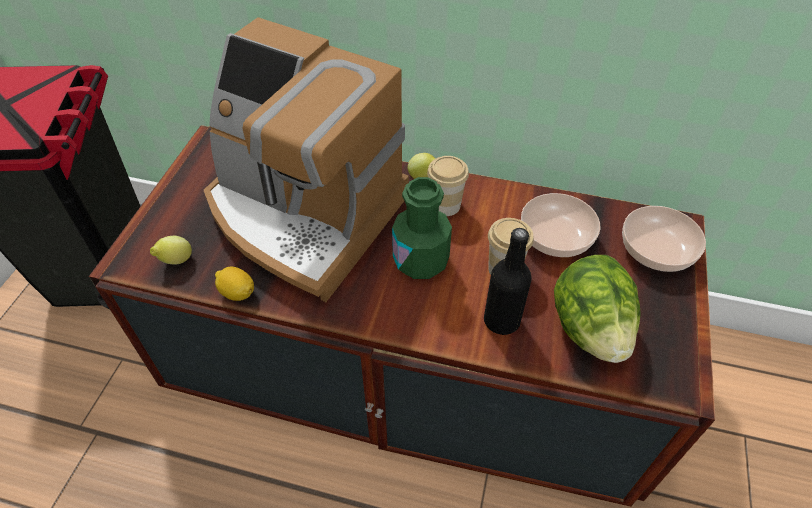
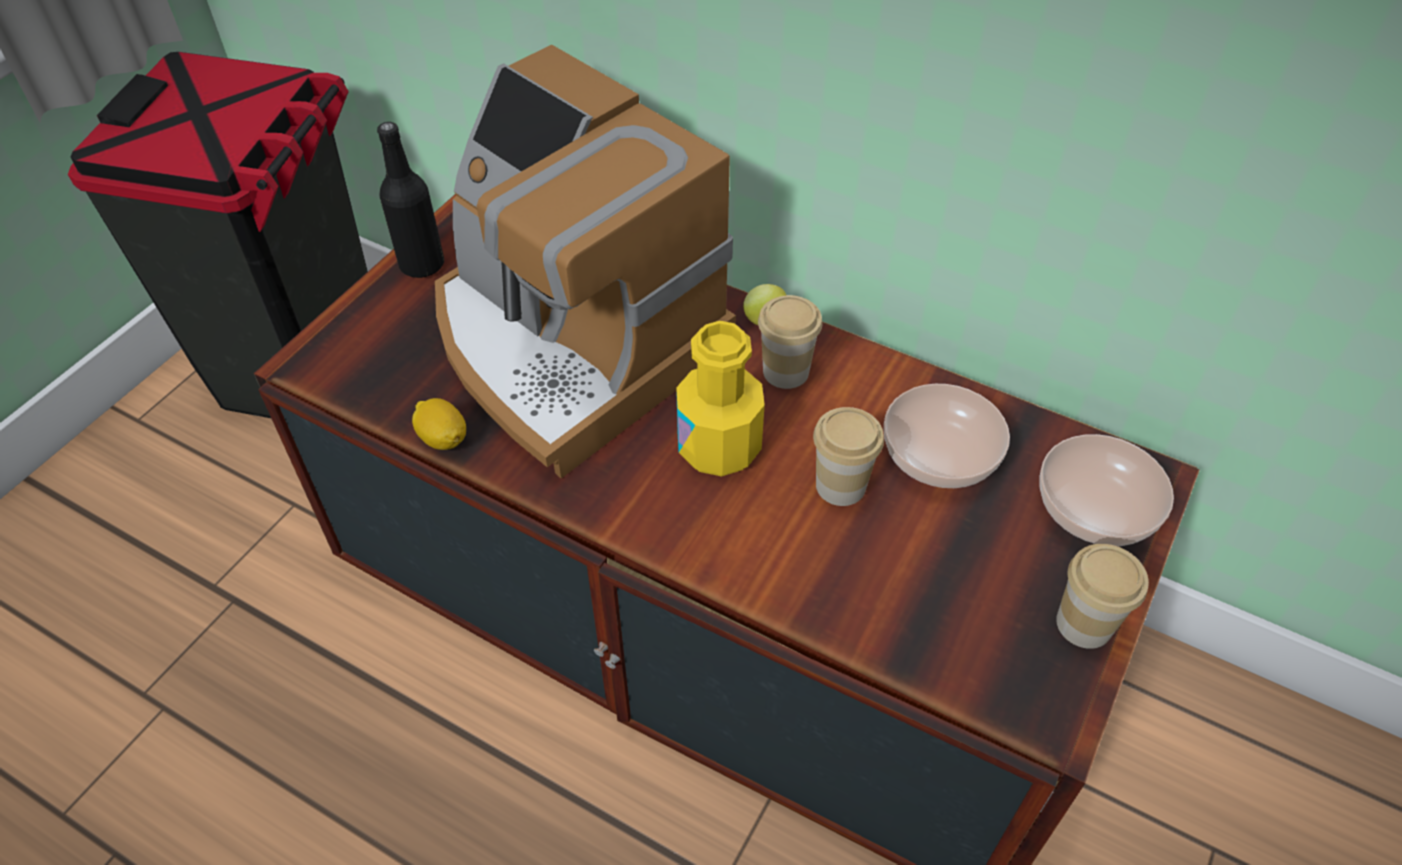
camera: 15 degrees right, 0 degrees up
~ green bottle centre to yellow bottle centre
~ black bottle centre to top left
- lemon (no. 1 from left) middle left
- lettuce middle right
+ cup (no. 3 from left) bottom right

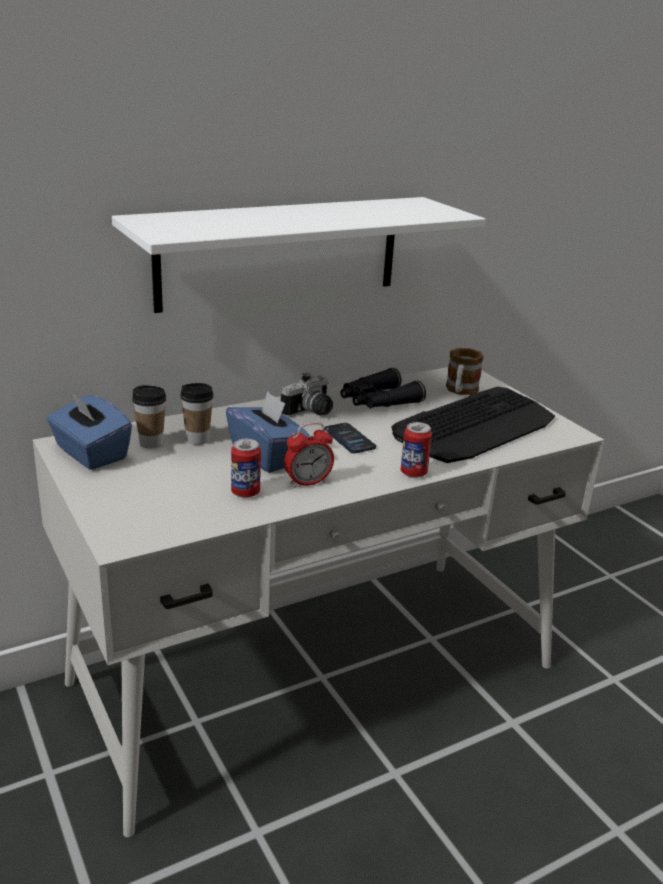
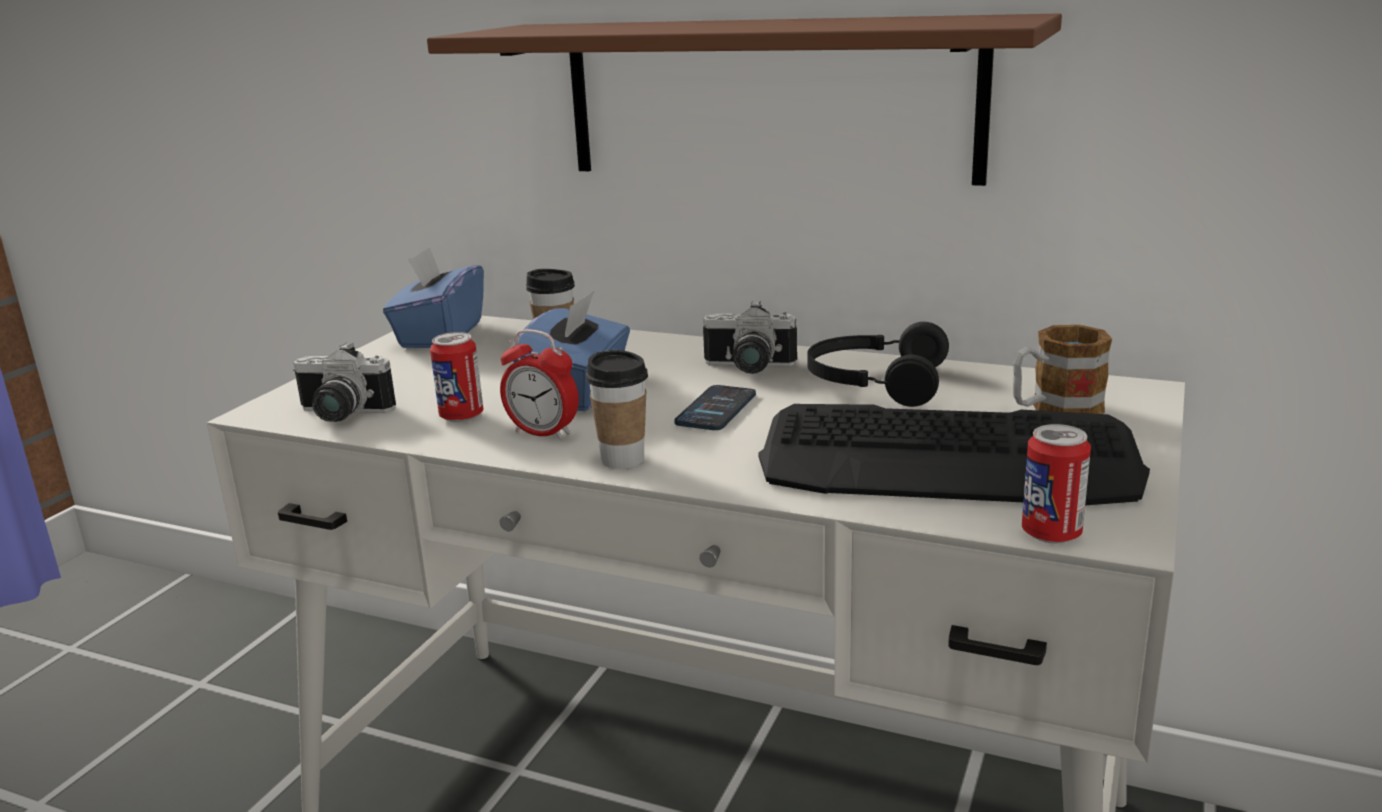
camera: 55 degrees right, 5 degrees down
~ white shelf top centre to brown shelf top centre
~ black binoculars centre to black headphones centre
~ cup (no. 1 from left in the first image) middle left to cup (no. 2 from left) centre
~ can (no. 2 from left) centre to middle right
+ photo camera (no. 1 from left) middle left

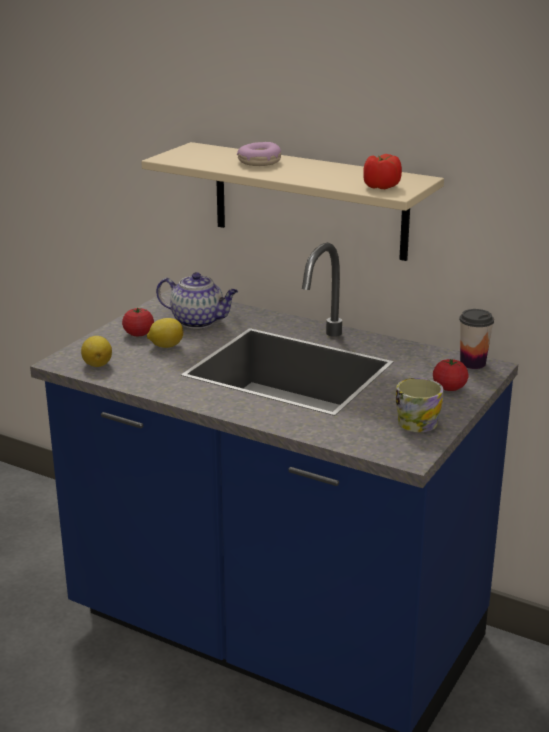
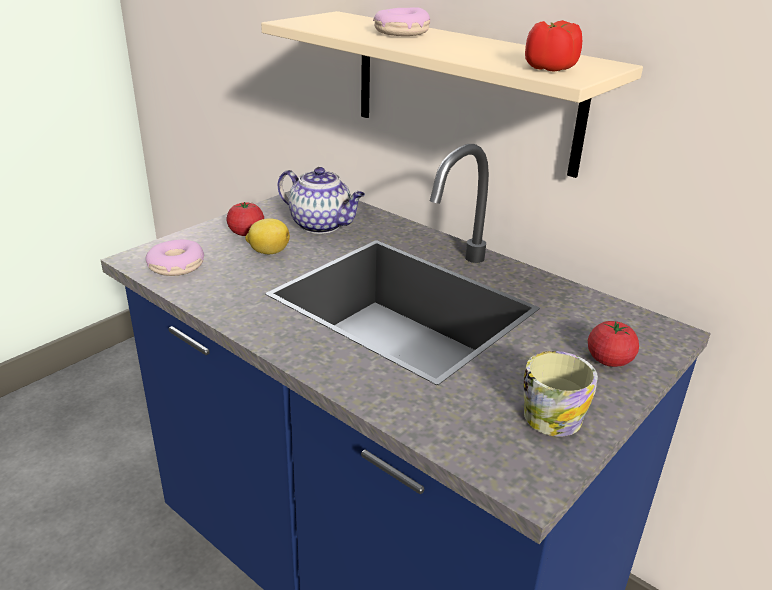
camera: 10 degrees right, 5 degrees up
- cup middle right
~ lemon (no. 1 from left) middle left to donut (no. 1 from left) middle left

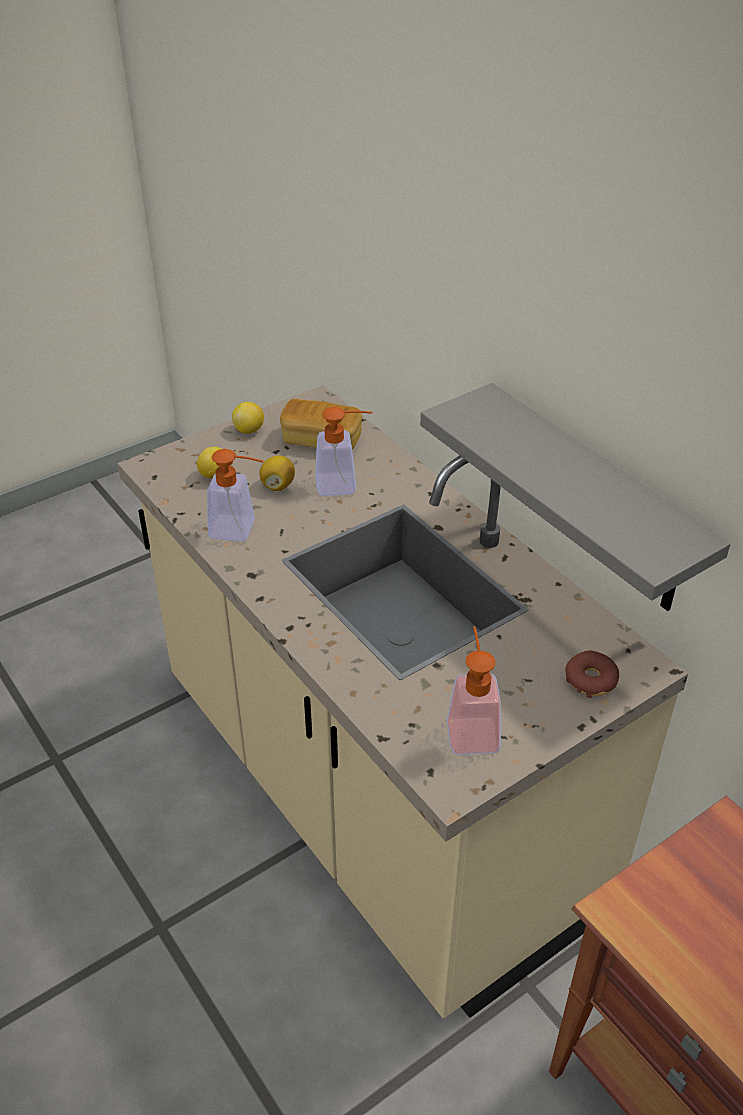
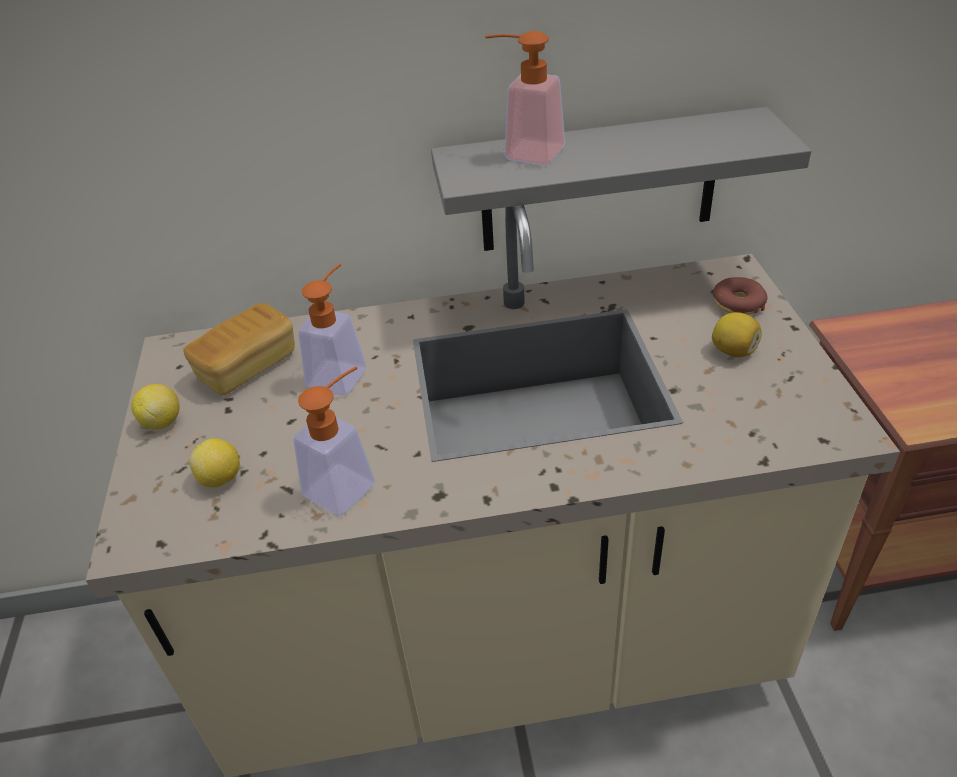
camera: 60 degrees left, 0 degrees up
~ lemon (no. 3 from left) centre to middle right
~ soap dispenser (no. 3 from left) centre to top centre

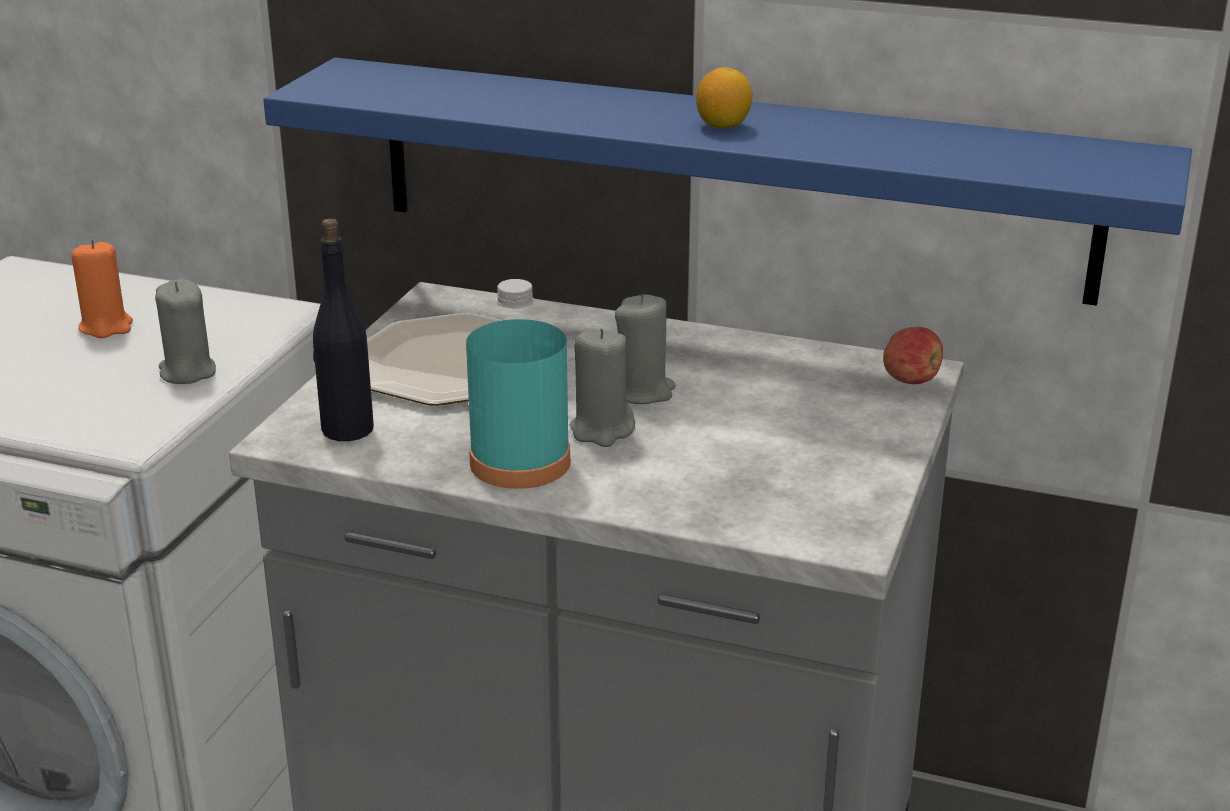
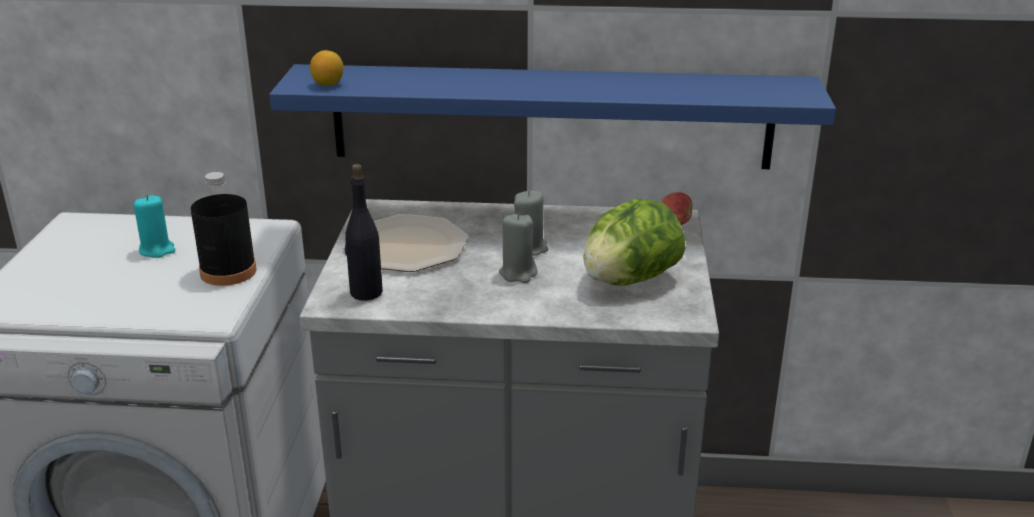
camera: 15 degrees left, 0 degrees up
~ lemon top centre to top left
~ orange candle middle left to turquoise candle middle left
~ grey candle (no. 1 from left) middle left to black bottle (no. 1 from left) middle left
- turquoise bottle centre
+ lettuce centre

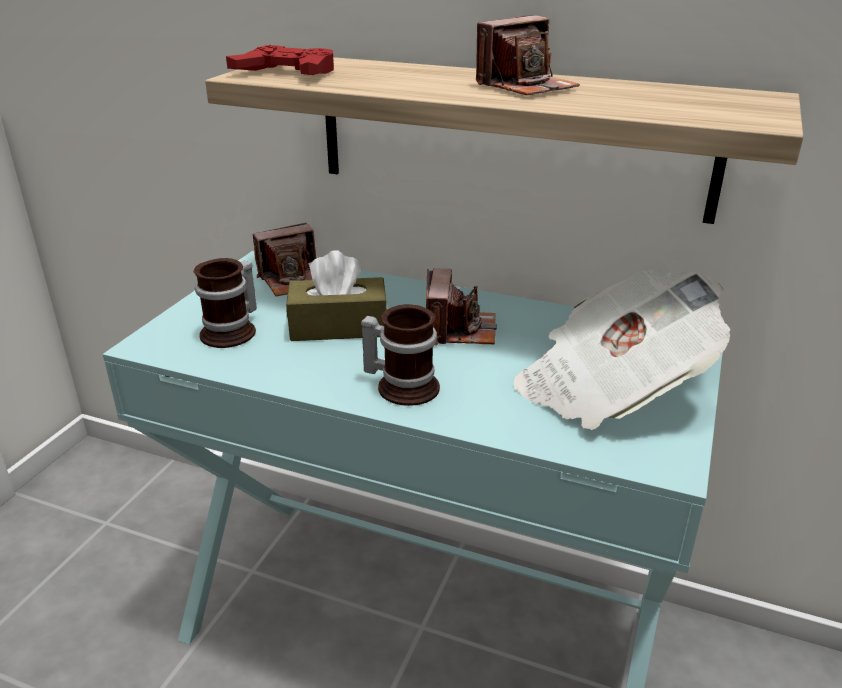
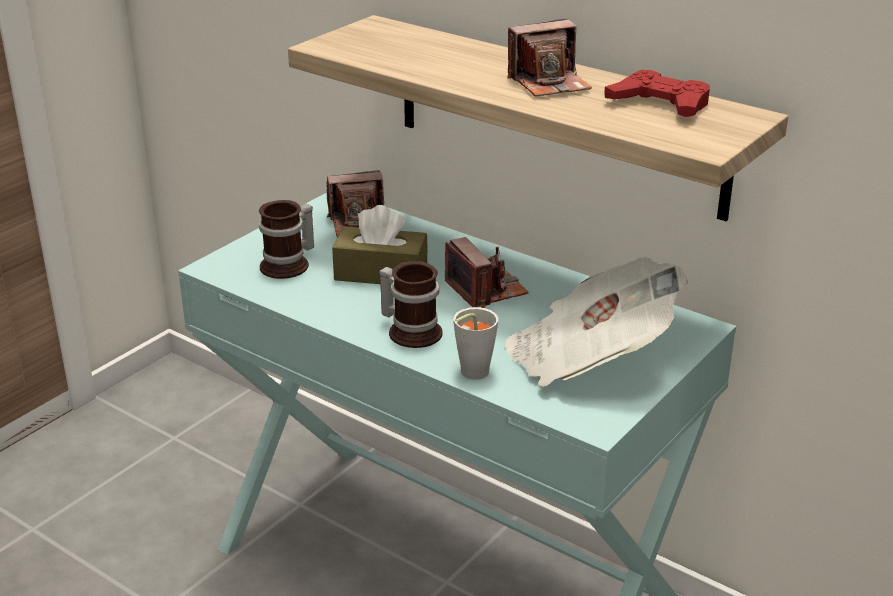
camera: 15 degrees right, 0 degrees up
~ red game controller top left to top right
~ photo camera (no. 2 from left) centre = centre 45 degrees counterclockwise
+ grey cup centre

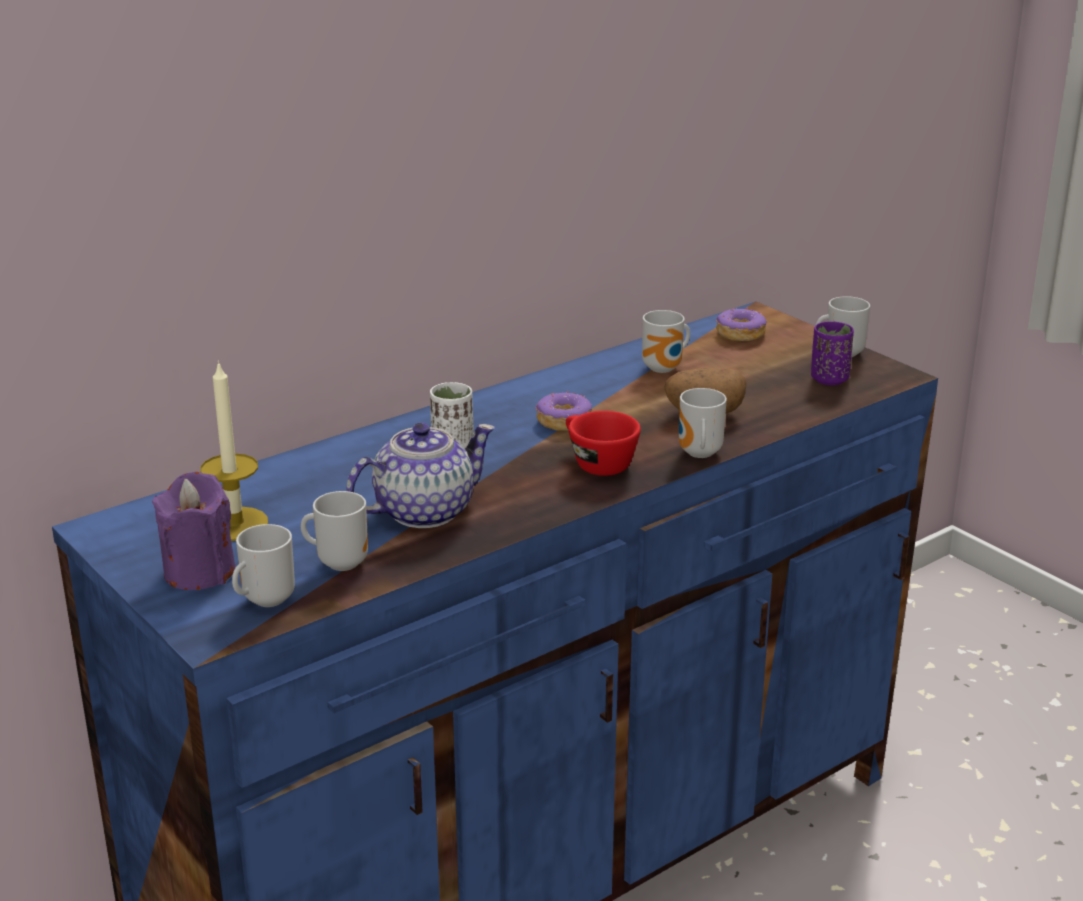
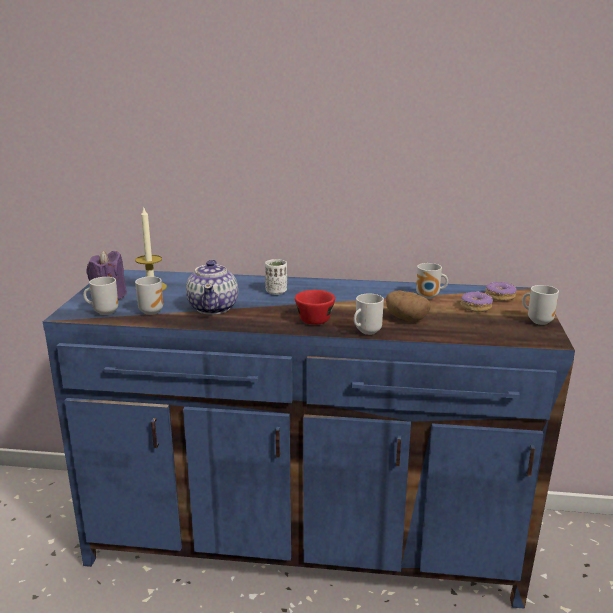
camera: 45 degrees right, 5 degrees down
- purple cup middle right
~ donut (no. 1 from left) centre to middle right
~ teapot centre = centre 75 degrees clockwise

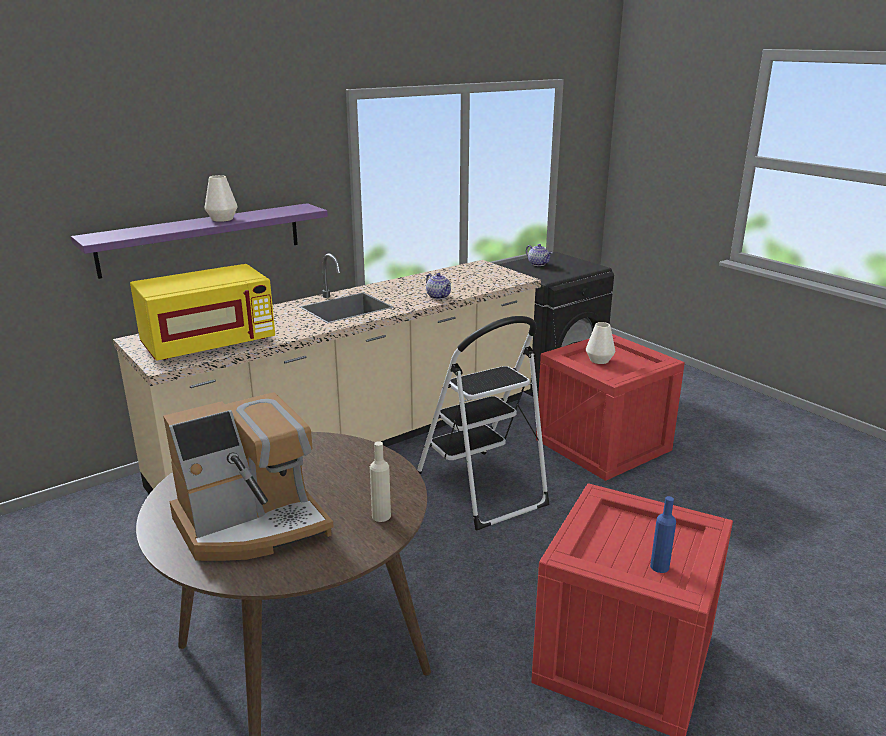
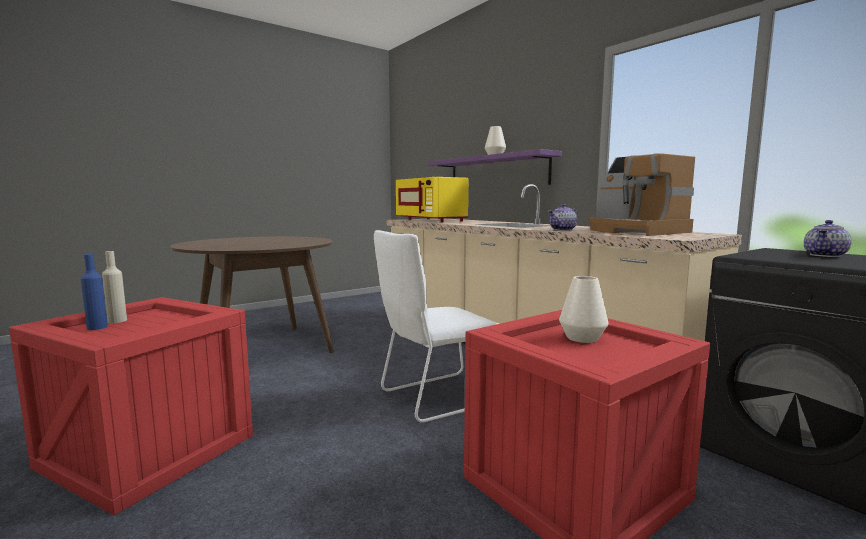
camera: 90 degrees right, 15 degrees down
~ step ladder centre to white chair centre
~ coffee machine middle left to middle right
~ beige bottle centre to middle left

